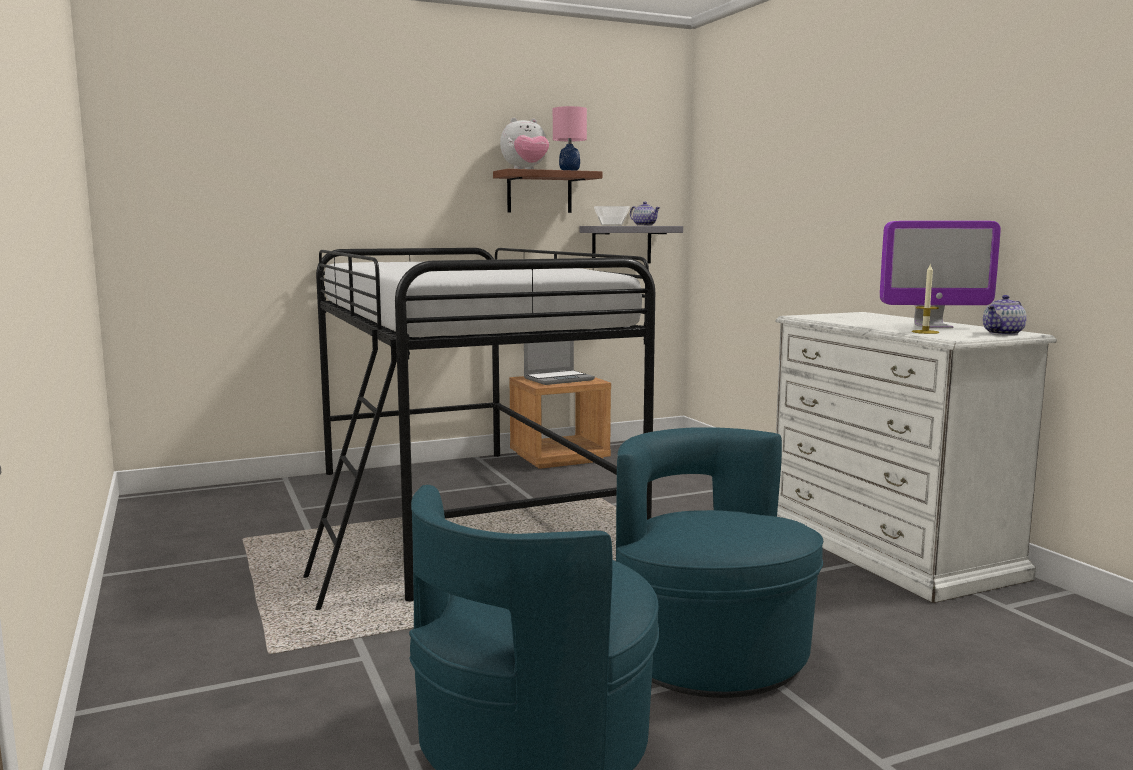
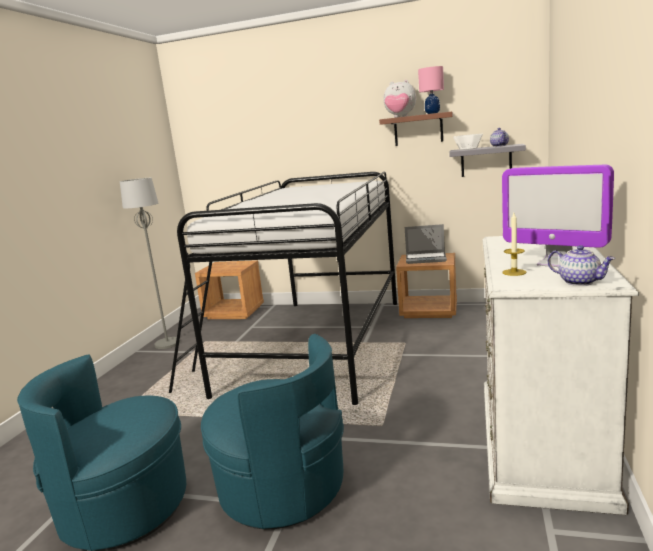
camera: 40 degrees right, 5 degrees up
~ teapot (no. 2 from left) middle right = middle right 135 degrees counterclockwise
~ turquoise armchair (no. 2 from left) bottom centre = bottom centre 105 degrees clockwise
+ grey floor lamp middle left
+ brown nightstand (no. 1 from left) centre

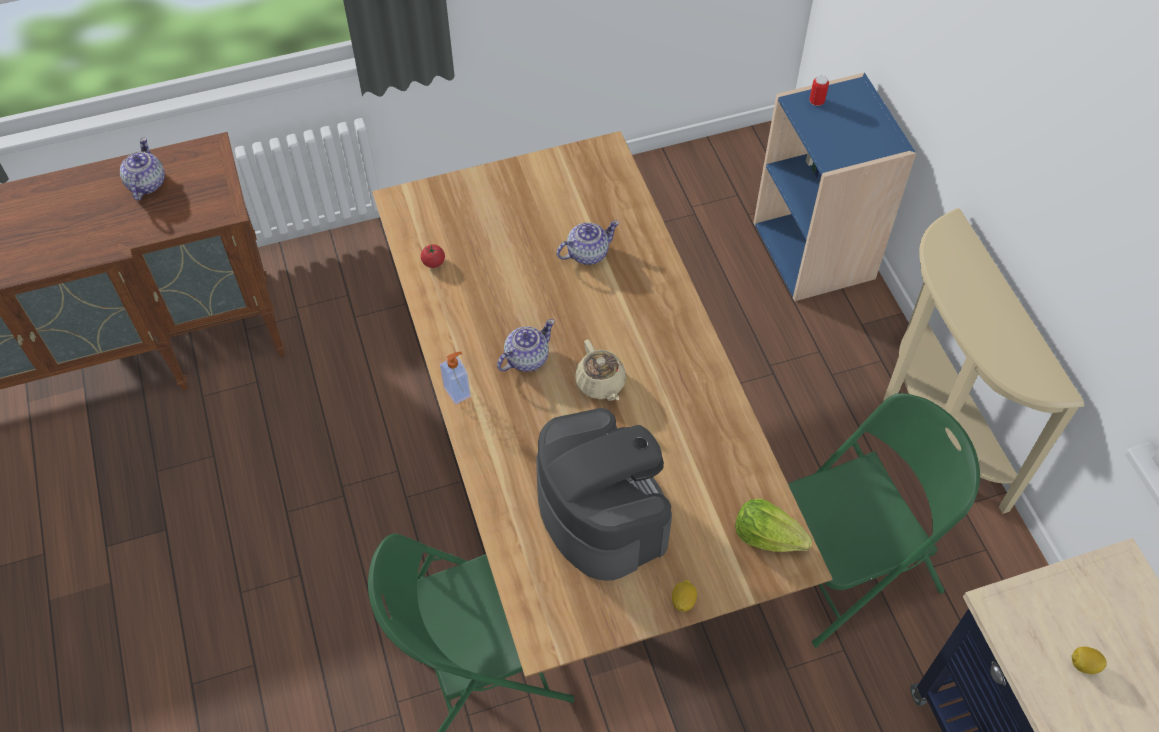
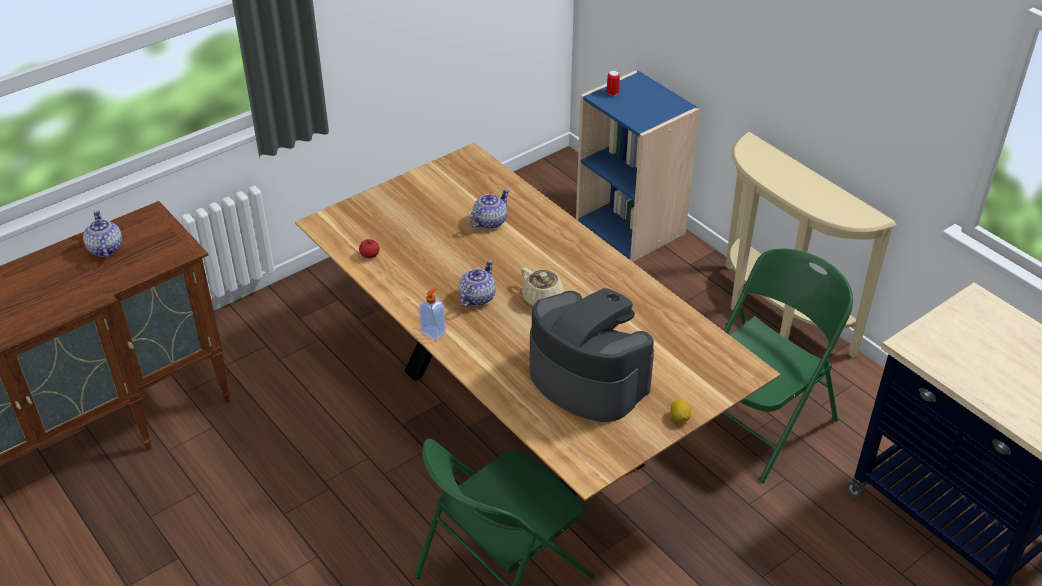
camera: 20 degrees left, 15 degrees down
- lettuce bottom right
- lemon (no. 2 from left) bottom right

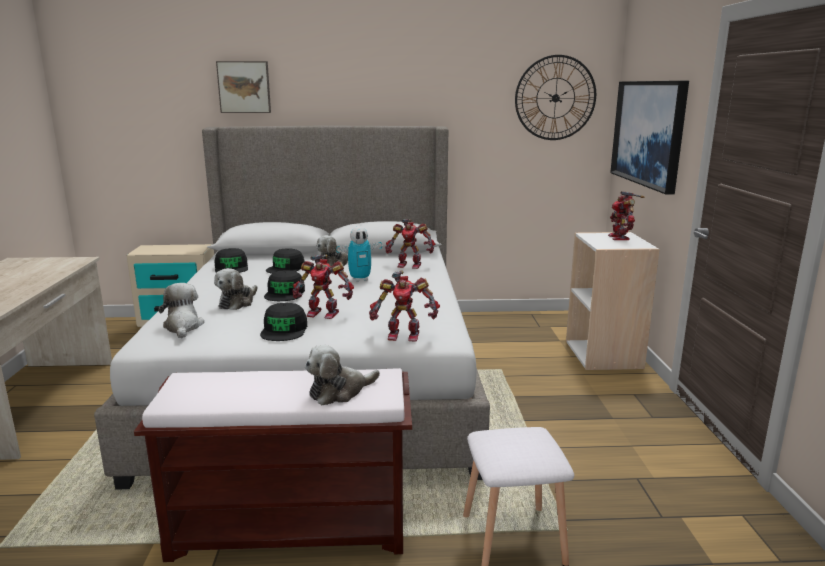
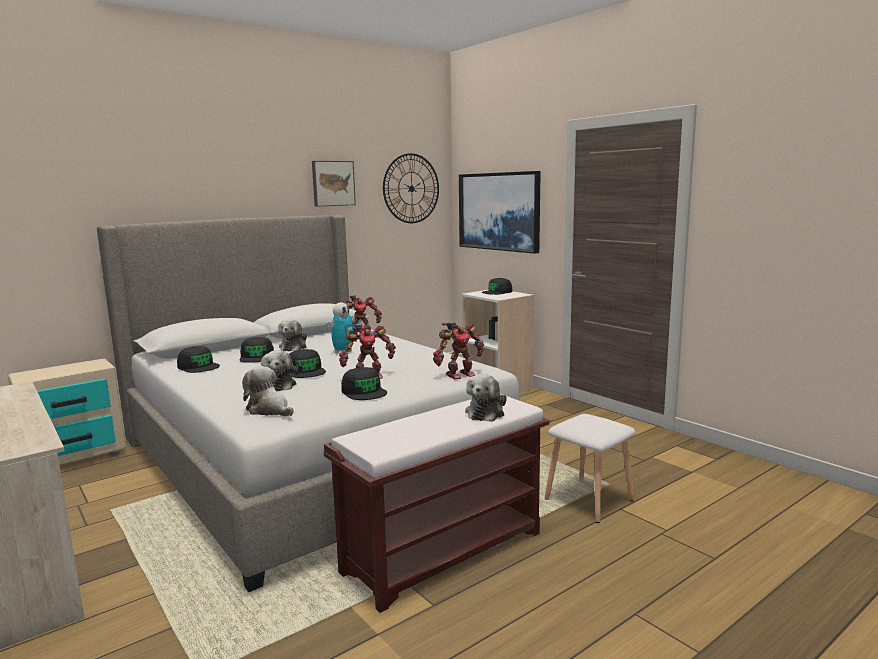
camera: 35 degrees left, 5 degrees down
~ picture (no. 1 from left) top left to top centre
~ toy robot (no. 5 from left) middle right to black cap (no. 5 from left) centre

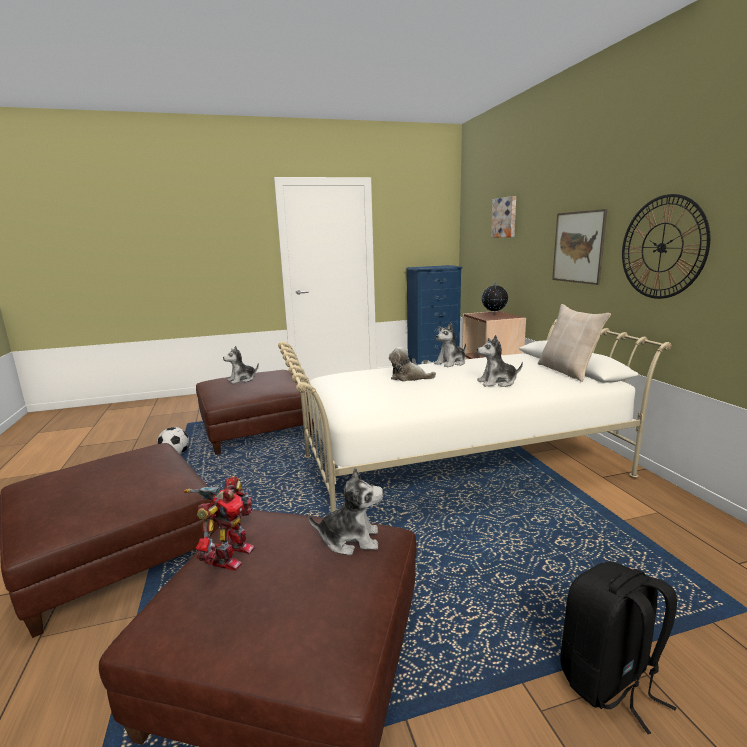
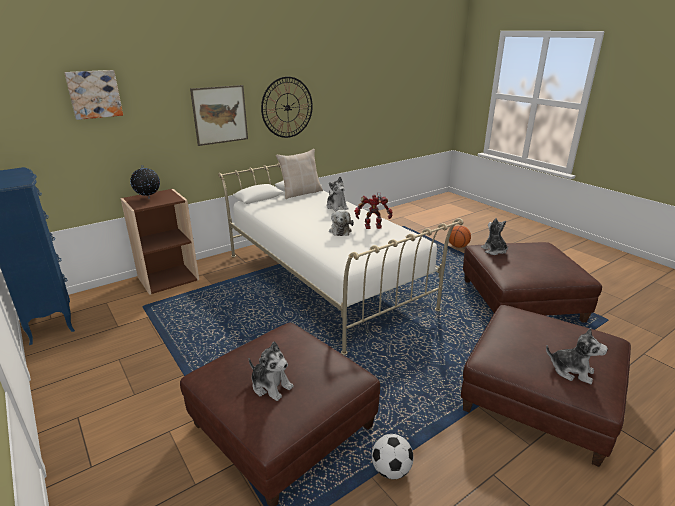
camera: 110 degrees left, 10 degrees up
~ plush toy (no. 4 from left in the first image) centre to plush toy (no. 5 from left) bottom right
~ toy robot bottom left to centre
~ black backpack bottom right to basketball middle right

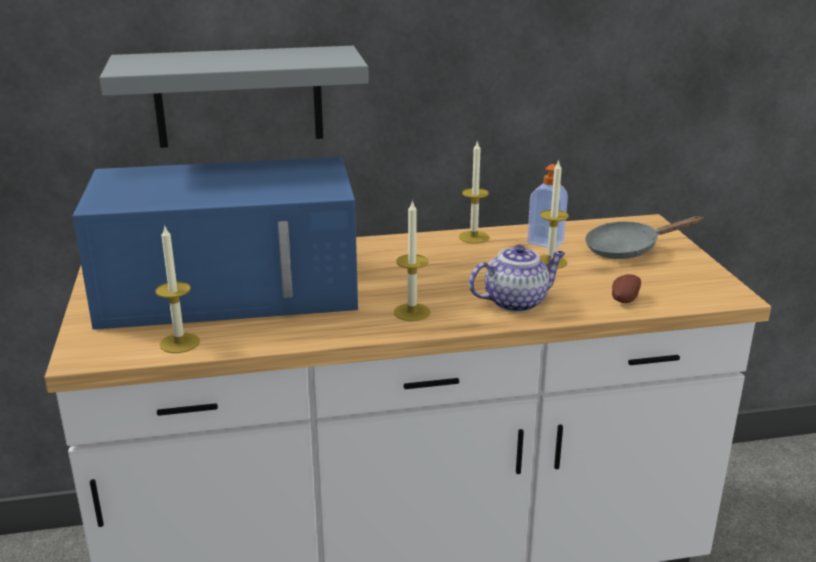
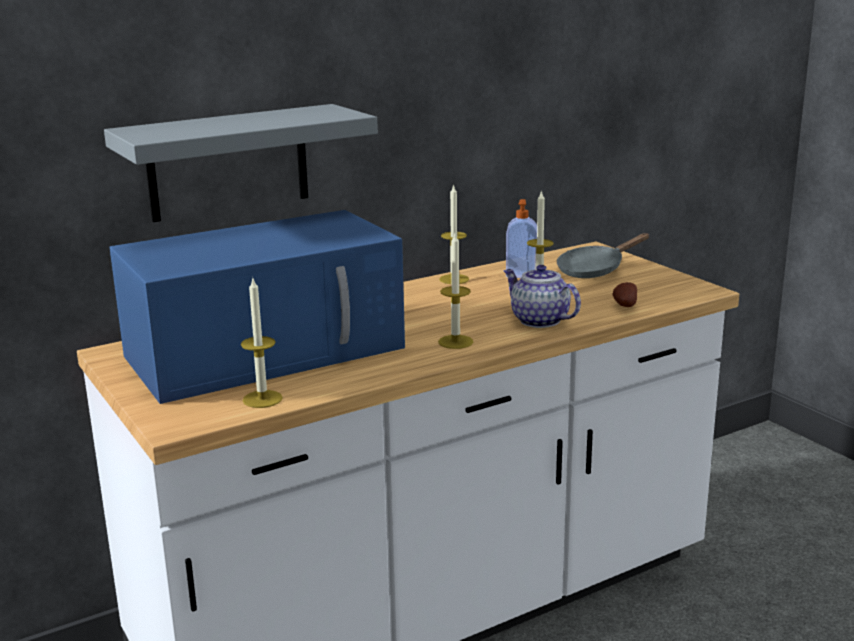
camera: 20 degrees left, 5 degrees down
~ teapot centre = centre 90 degrees counterclockwise

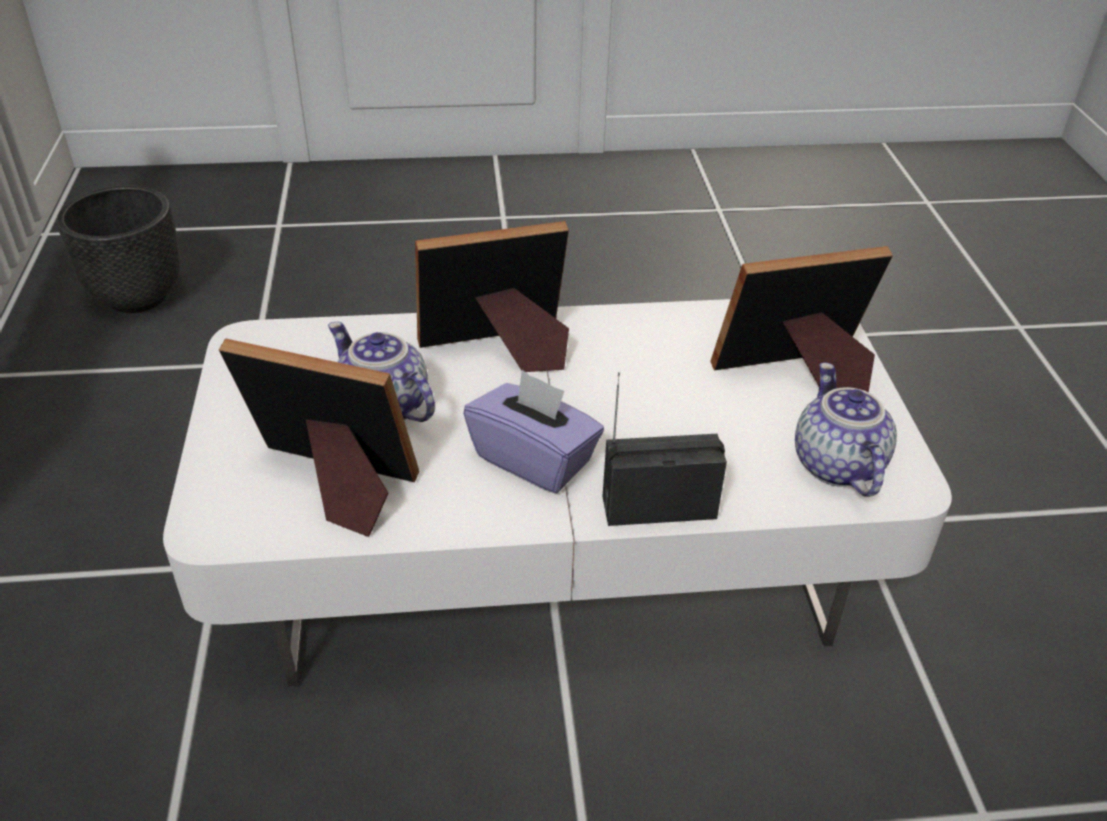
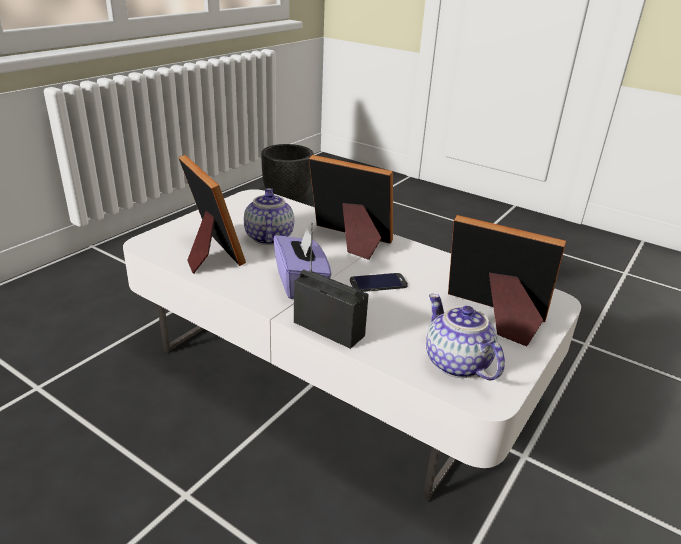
camera: 40 degrees right, 10 degrees down
~ teapot (no. 2 from left) middle right = middle right 60 degrees counterclockwise
+ phone centre

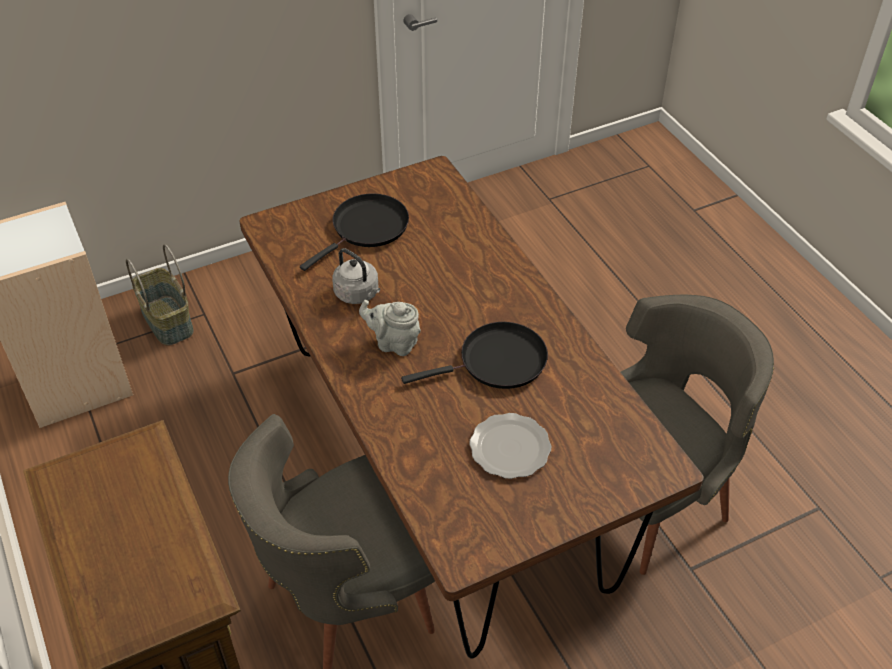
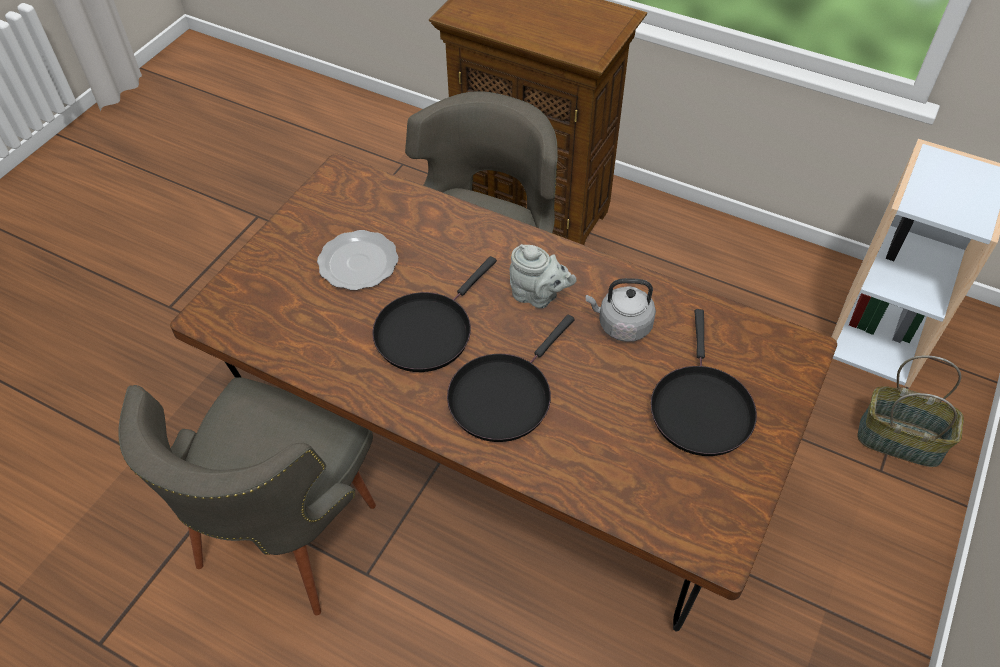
camera: 145 degrees right, 5 degrees up
~ grey teapot centre = centre 45 degrees clockwise
+ black frying pan (no. 2 from left) centre

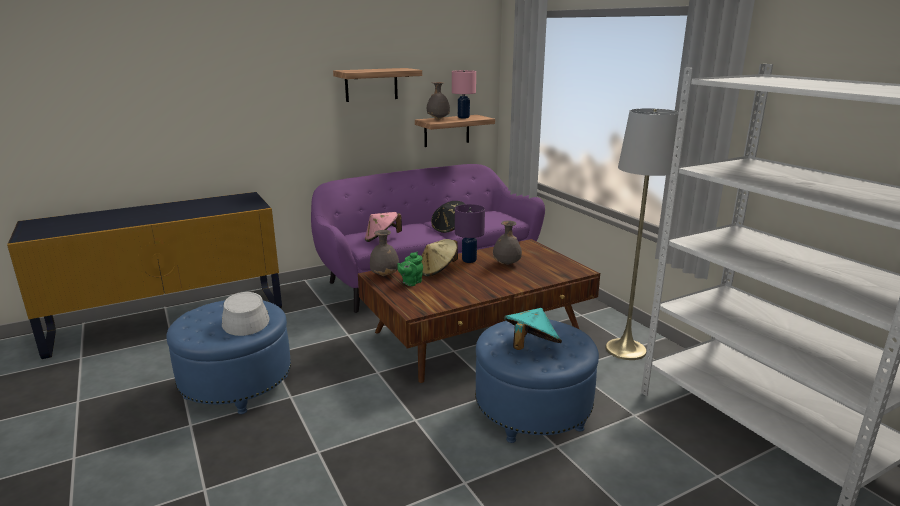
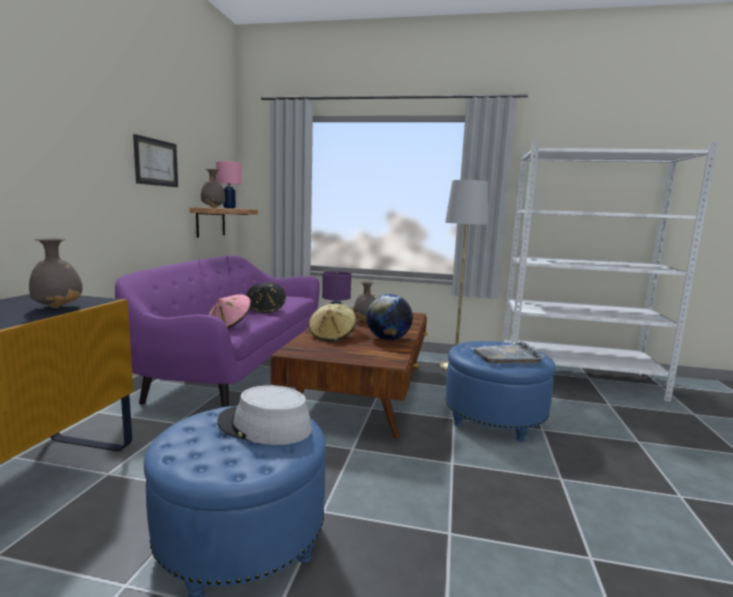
camera: 50 degrees left, 10 degrees down
~ shelf (no. 1 from left) top centre to picture top left
~ grey vase (no. 1 from left) centre to middle left
- green teapot centre
~ turquoise hat centre to grey tray middle right
+ globe centre

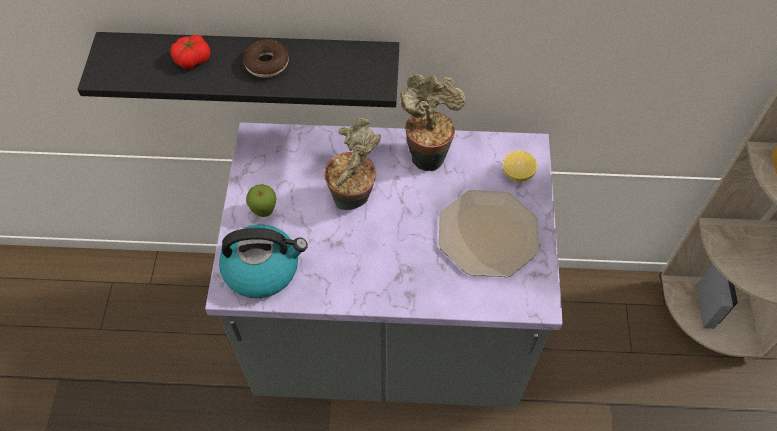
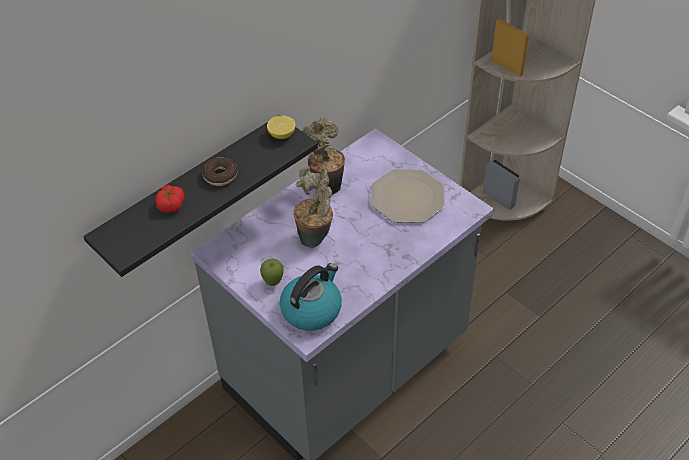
camera: 45 degrees left, 10 degrees down
~ lemon middle right to top centre

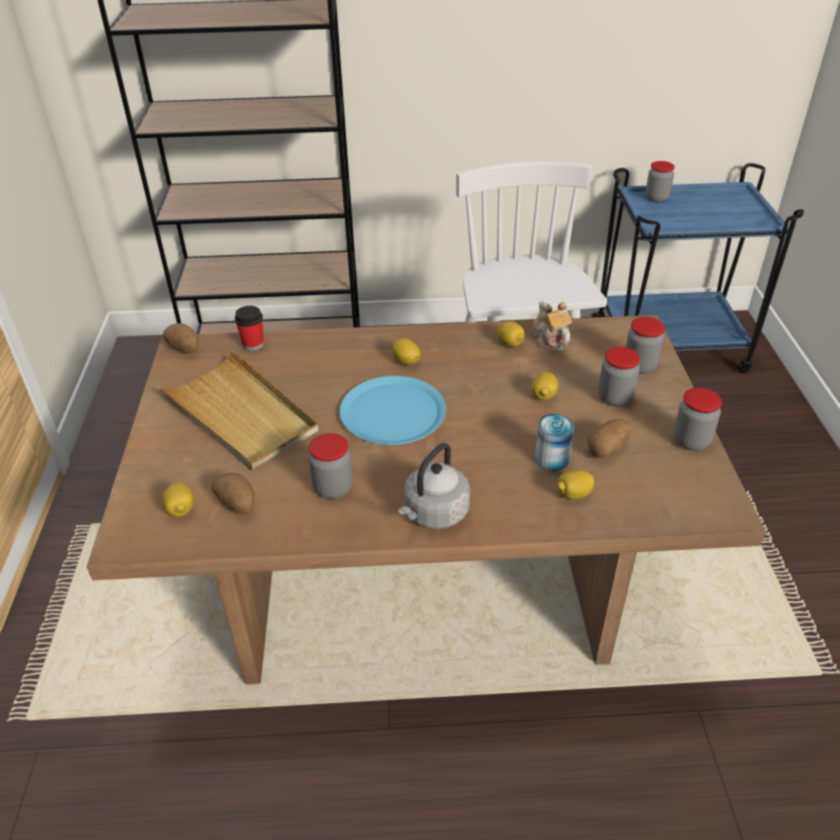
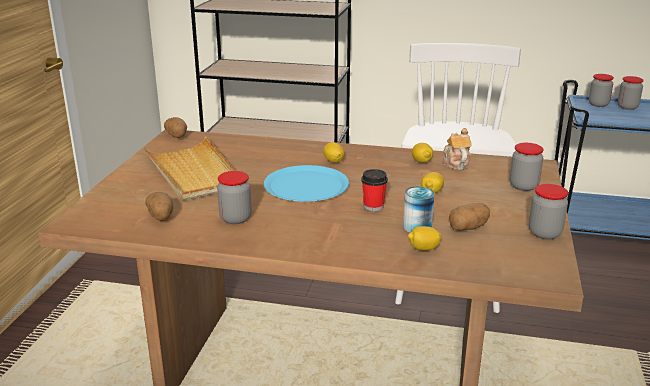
camera: 15 degrees right, 15 degrees down
~ cup middle left to centre
~ jar (no. 2 from left in the first image) middle right to jar (no. 5 from left) top right
- grey kettle centre
- lemon (no. 1 from left) middle left

